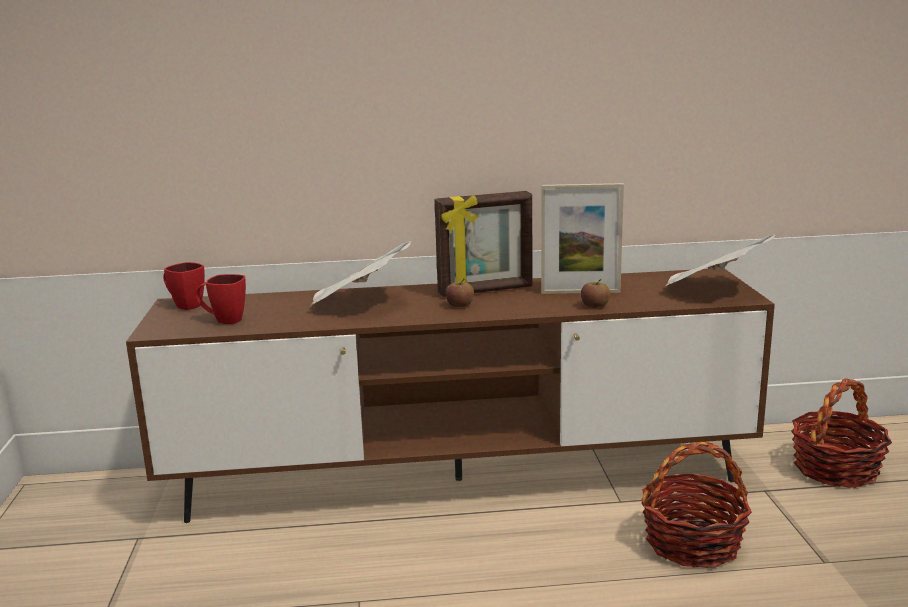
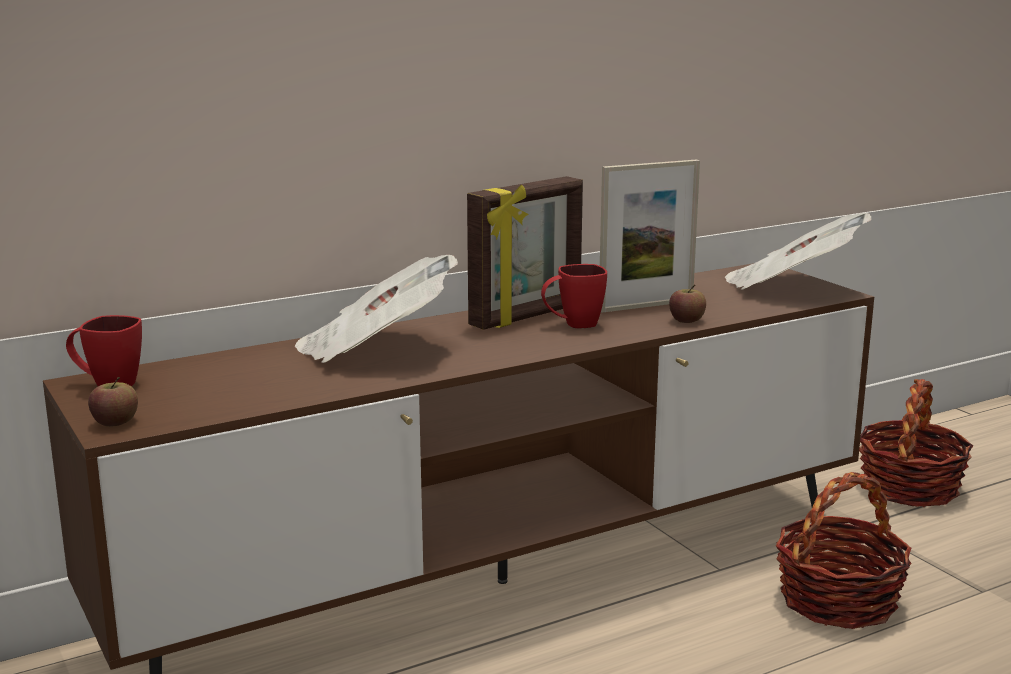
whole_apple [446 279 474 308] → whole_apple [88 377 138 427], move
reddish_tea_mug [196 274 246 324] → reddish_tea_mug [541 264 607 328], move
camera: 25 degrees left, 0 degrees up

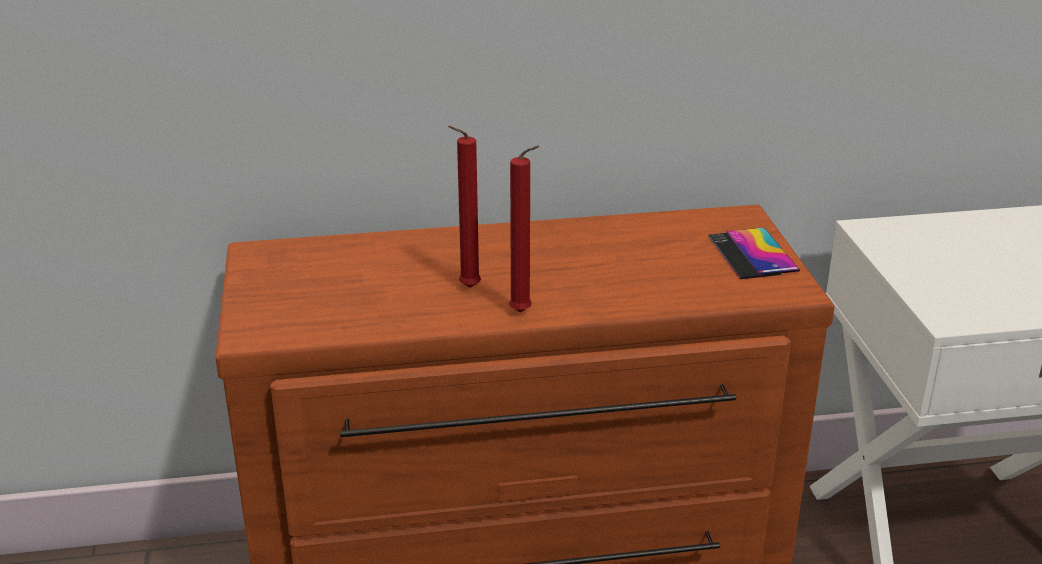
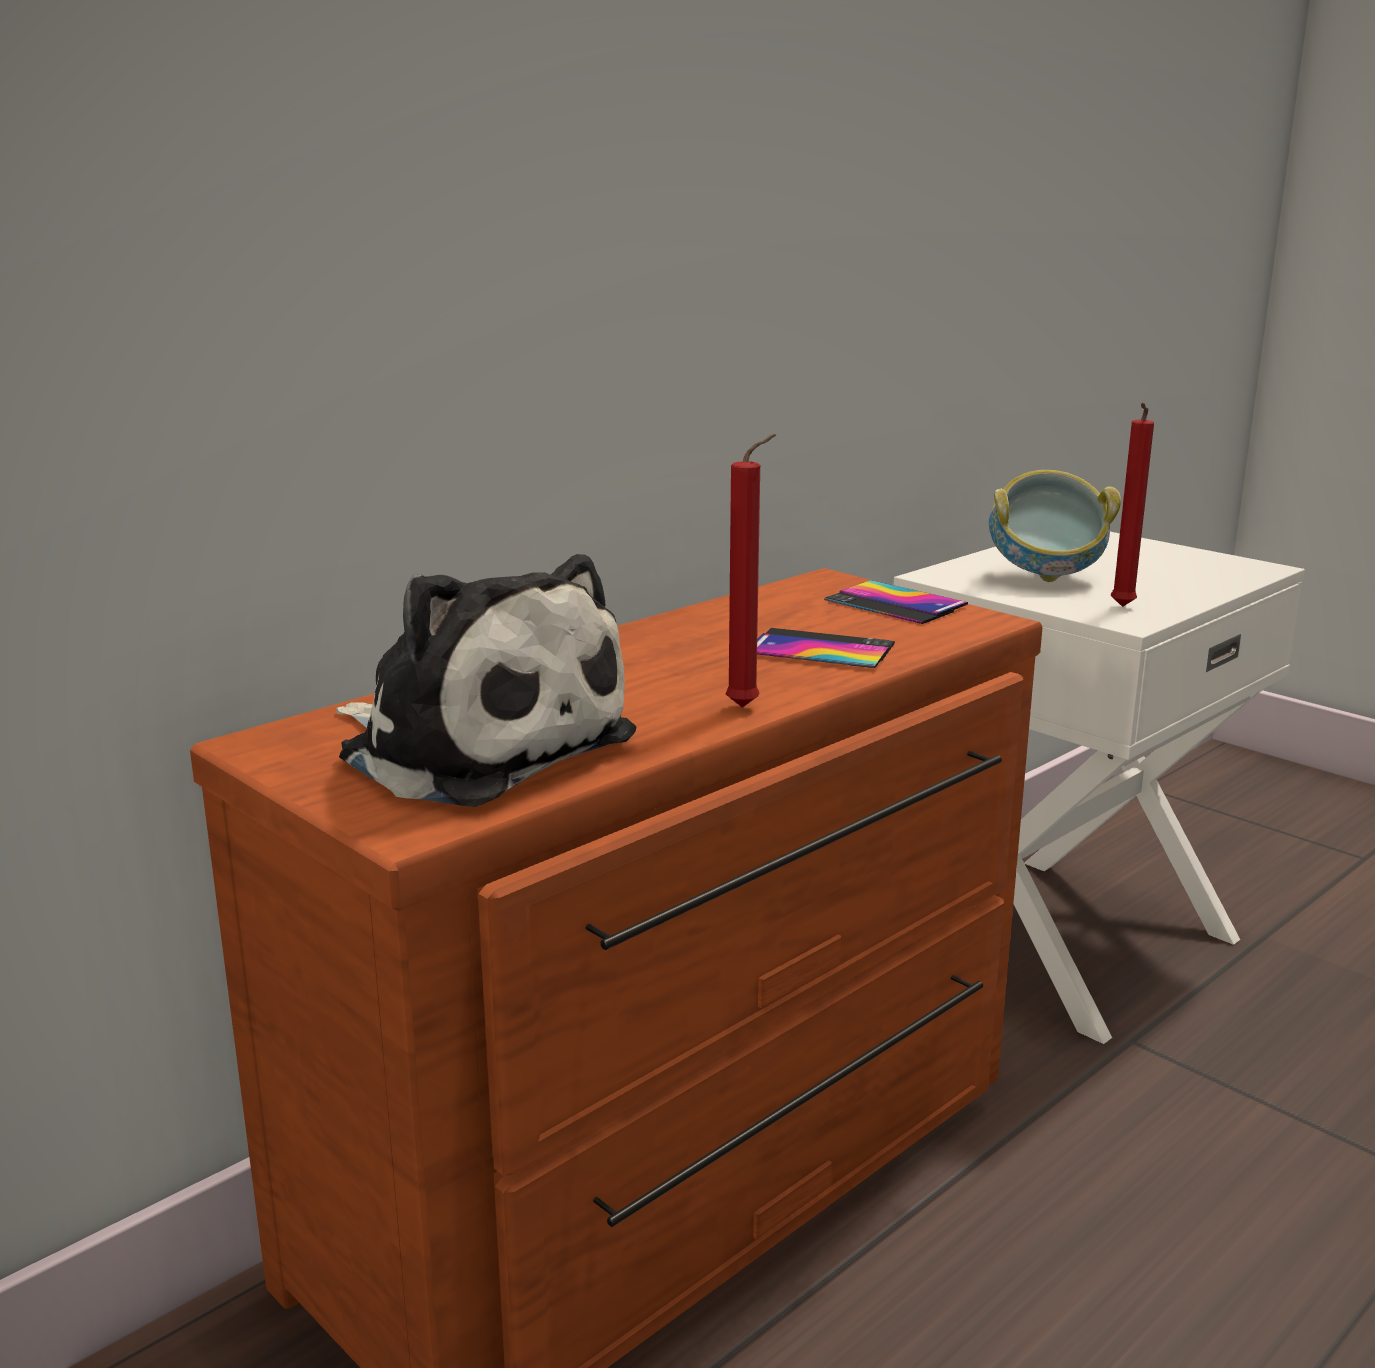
- → cuddly_toy [336 554 636 807]
- → telephone [757 628 895 668]
- → serving_bowl [989 470 1121 582]
reddish_wax_light [448 126 481 288] → reddish_wax_light [1111 403 1154 607], move
camera: 35 degrees left, 10 degrees down

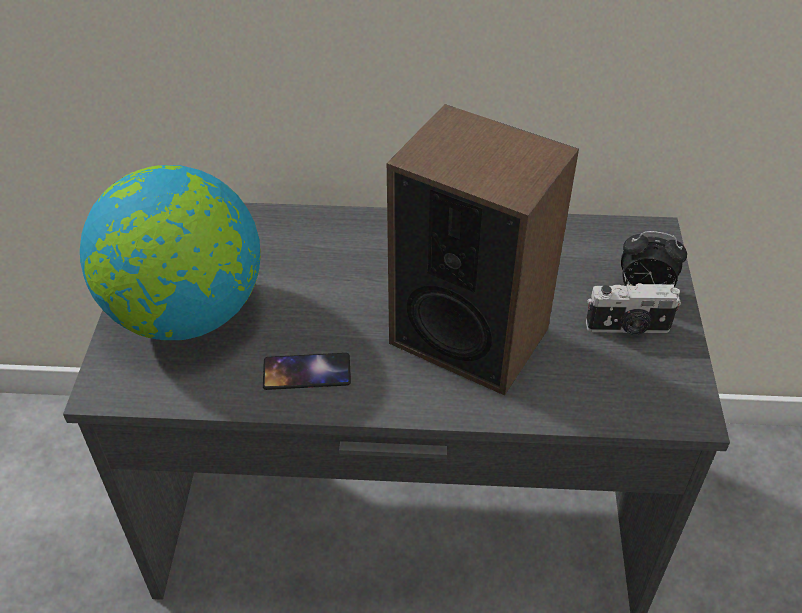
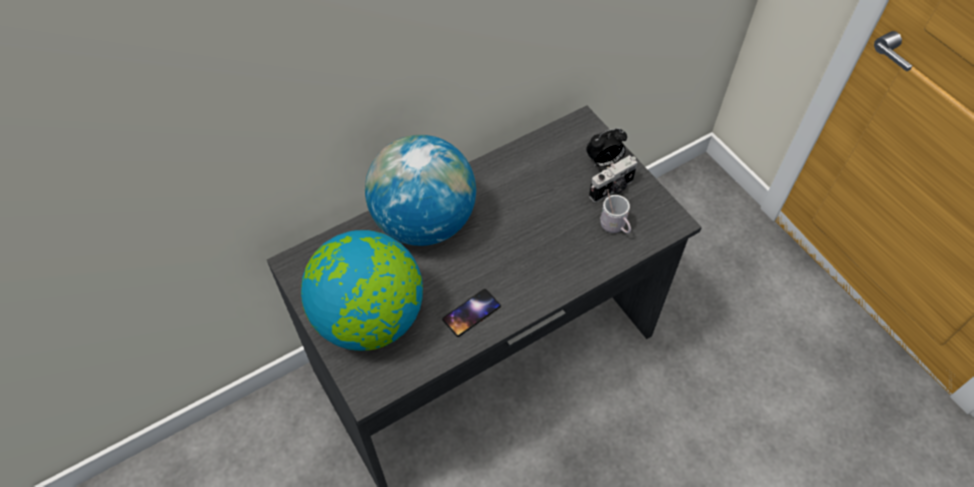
- → desk_globe [365 135 476 246]
- → white-coloured_tea_mug [600 189 631 233]
loudspeaker [387 104 579 395] → -
camera: 35 degrees left, 10 degrees up

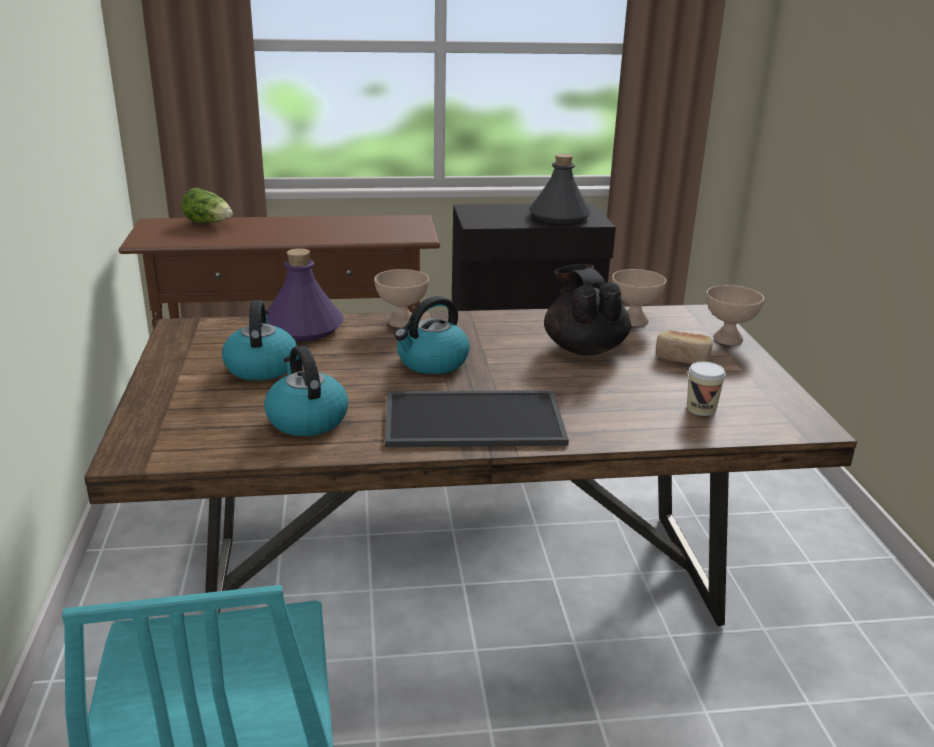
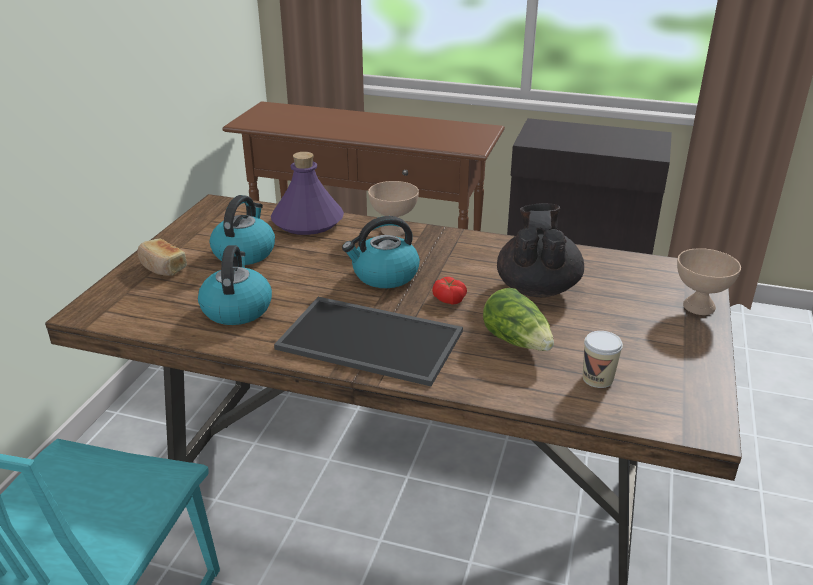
bread [656 330 713 364] → bread [137 239 187 276], move
- → fresh_tomato [432 277 467 305]
lettuce_head [181 188 233 223] → lettuce_head [483 288 554 351], move
grey_beverage_bottle [529 154 592 224] → -
beige_serving_bowl [612 269 666 327] → -
camera: 25 degrees right, 5 degrees up

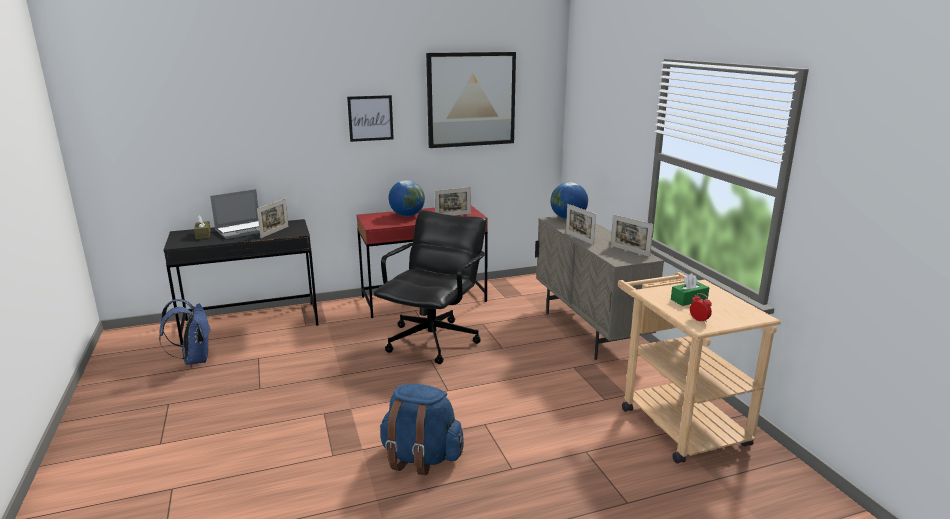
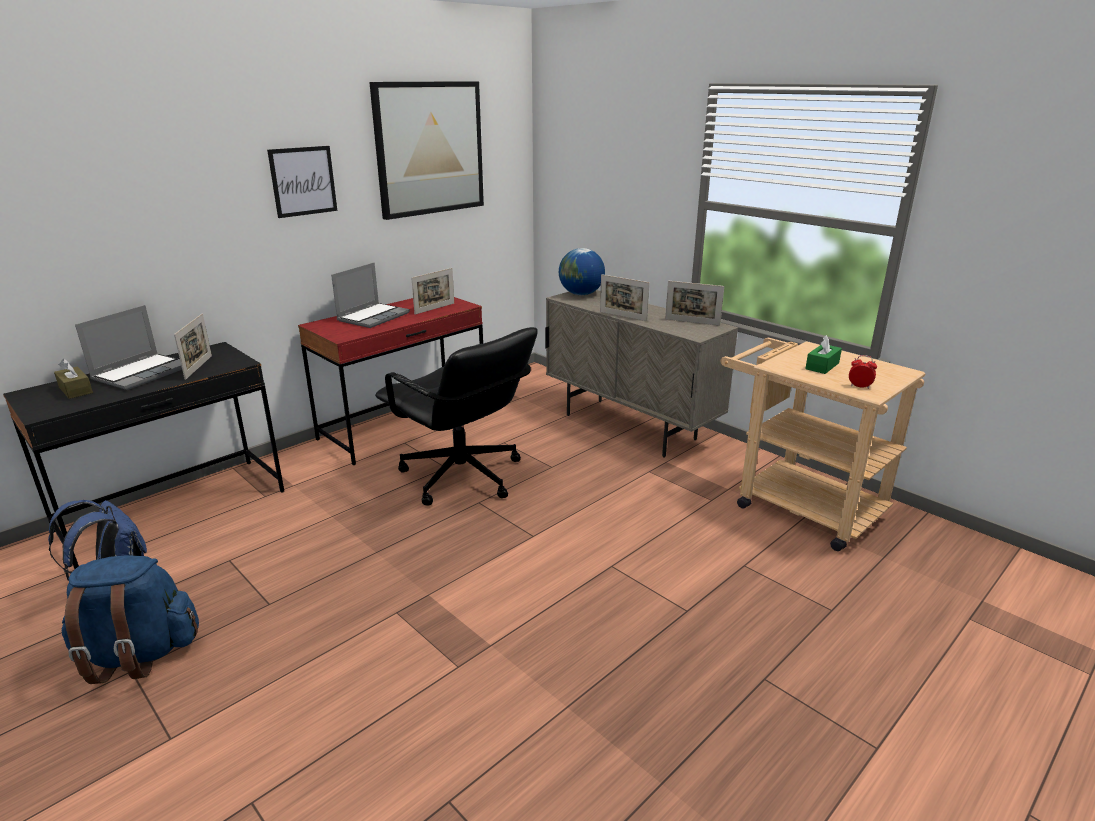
blue-coloured_backpack [380 384 464 475] → blue-coloured_backpack [62 555 199 684], move
desk_globe [388 180 425 217] → notebook_computer [331 263 410 328]
black_desk_chair [373 210 486 364] → black_desk_chair [375 327 538 506], 135 degrees clockwise
camera: 25 degrees left, 5 degrees up

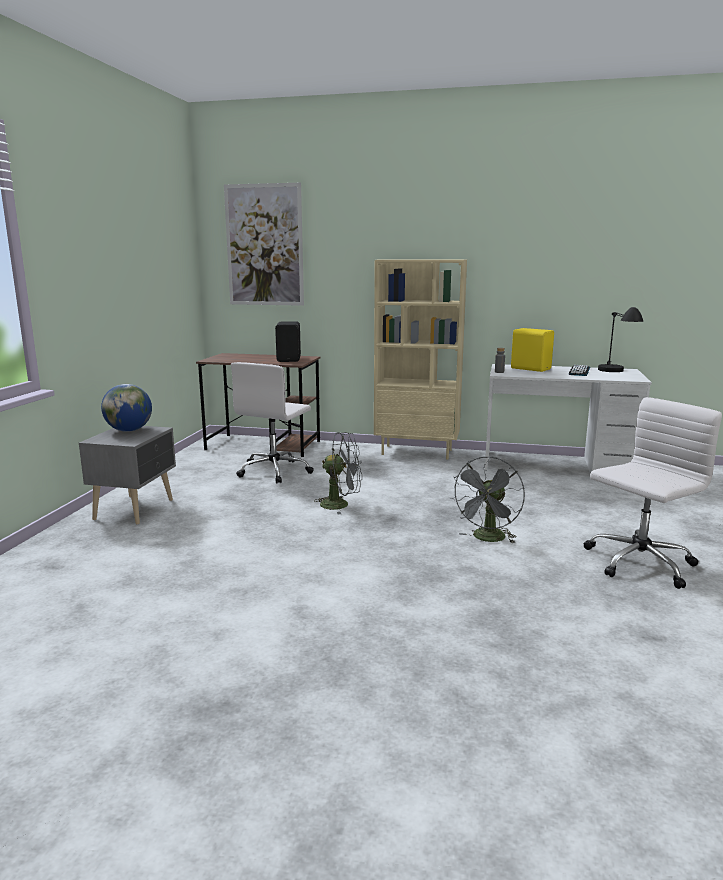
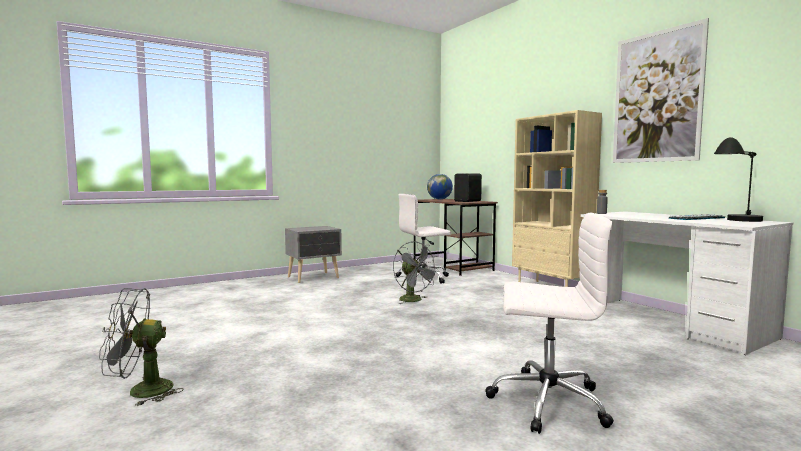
grey_fan [451 456 525 543] → grey_fan [99 288 184 406], move
desk_globe [101 384 152 432] → desk_globe [427 174 453 199], move
picture [224 183 304 306] → picture [613 18 709 163], move
yellow-coloured_loudspeaker [511 328 554 372] → -
camera: 45 degrees right, 10 degrees down

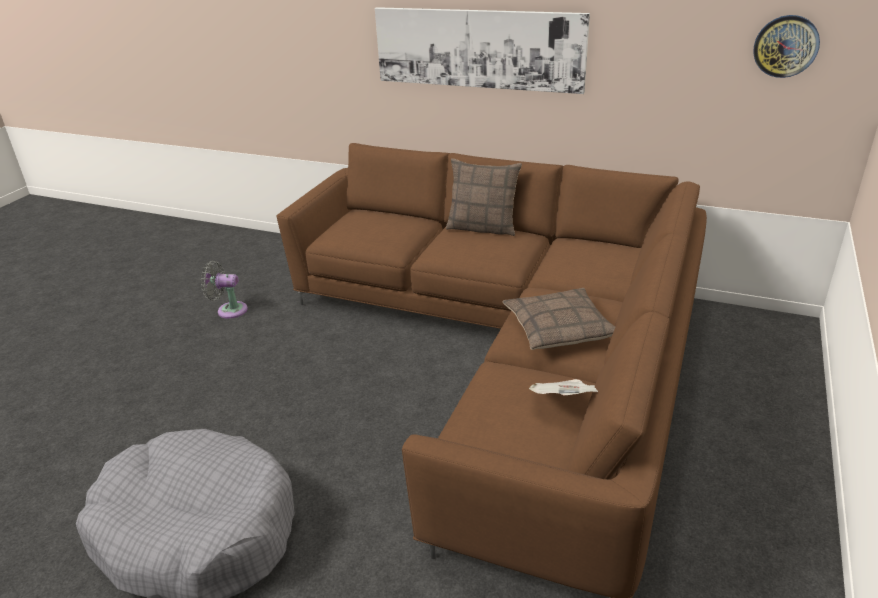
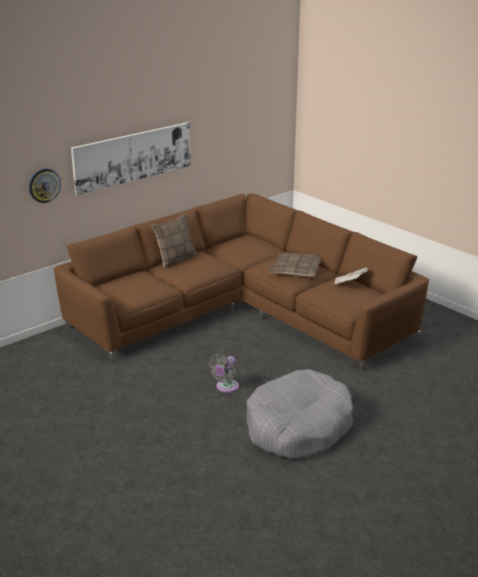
wall_clock [753 15 820 78] → wall_clock [29 169 61 203], move
grey_fan [201 261 248 319] → grey_fan [208 354 239 393], move
camera: 65 degrees left, 5 degrees down

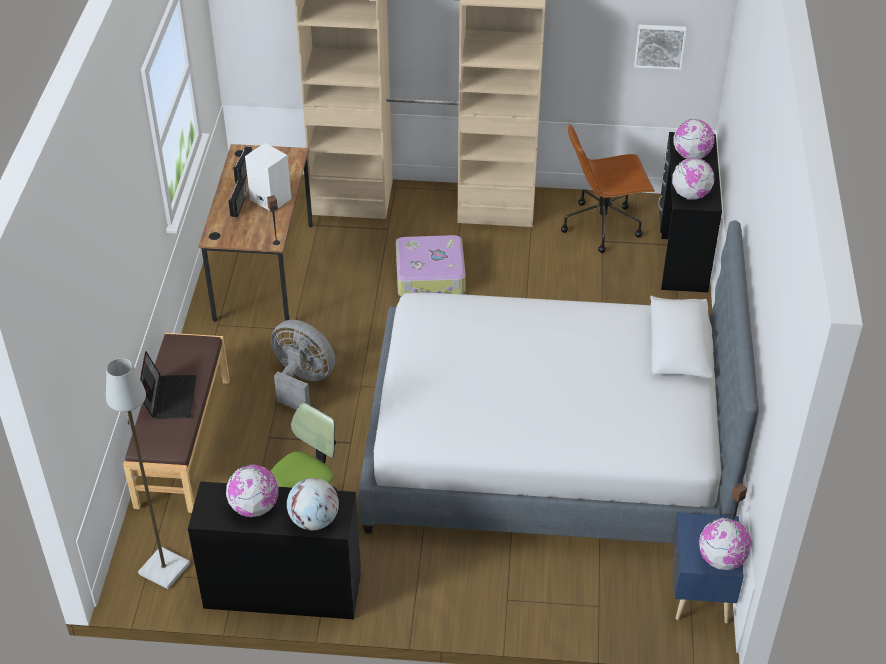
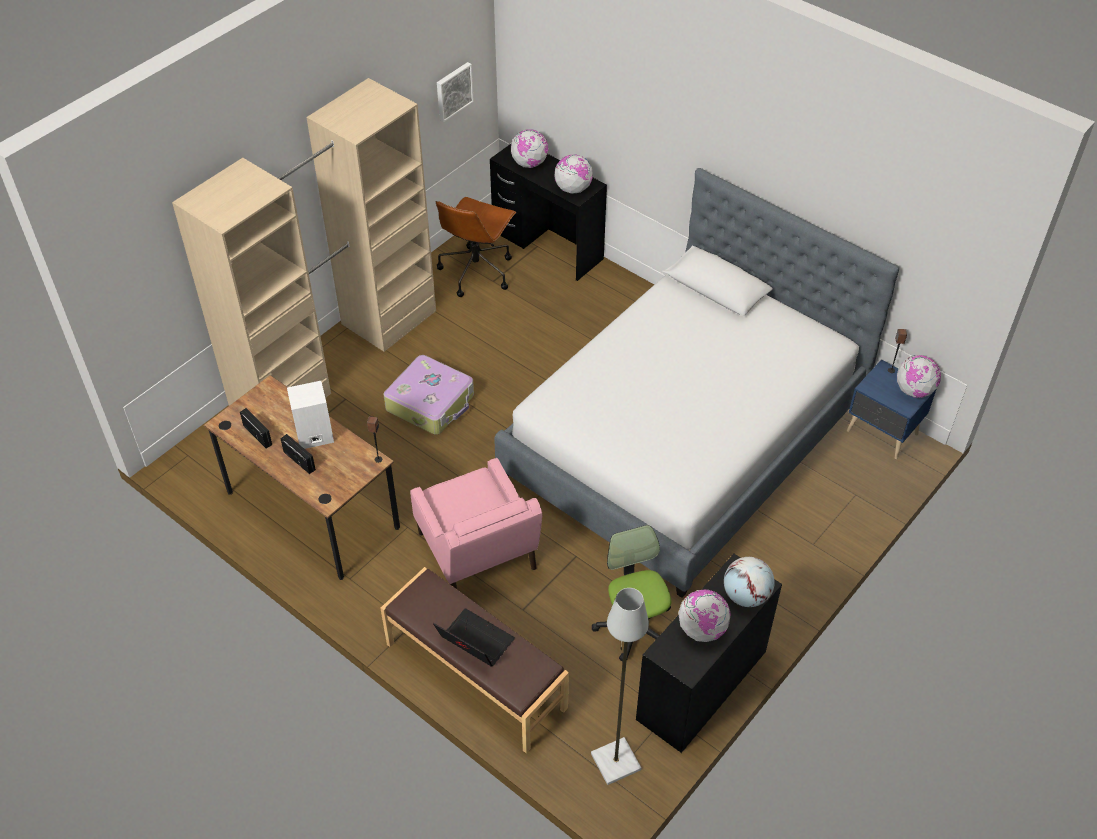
grey_fan [271 320 335 410] → pink-coloured_armchair [410 458 543 589]
camera: 55 degrees left, 5 degrees up

